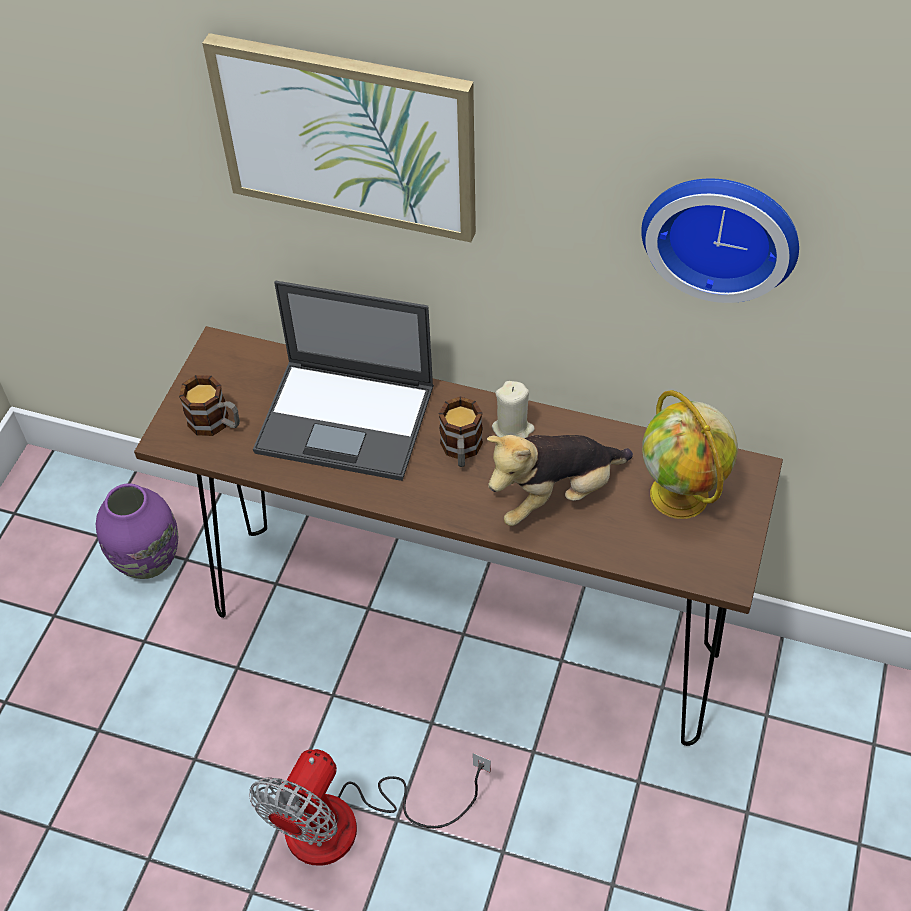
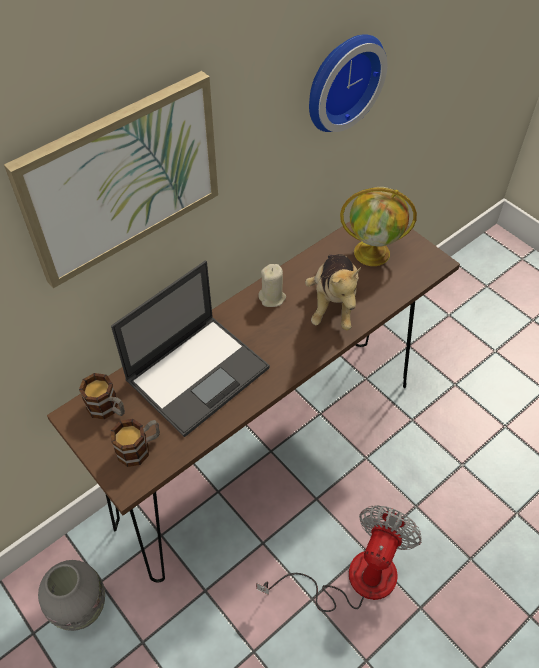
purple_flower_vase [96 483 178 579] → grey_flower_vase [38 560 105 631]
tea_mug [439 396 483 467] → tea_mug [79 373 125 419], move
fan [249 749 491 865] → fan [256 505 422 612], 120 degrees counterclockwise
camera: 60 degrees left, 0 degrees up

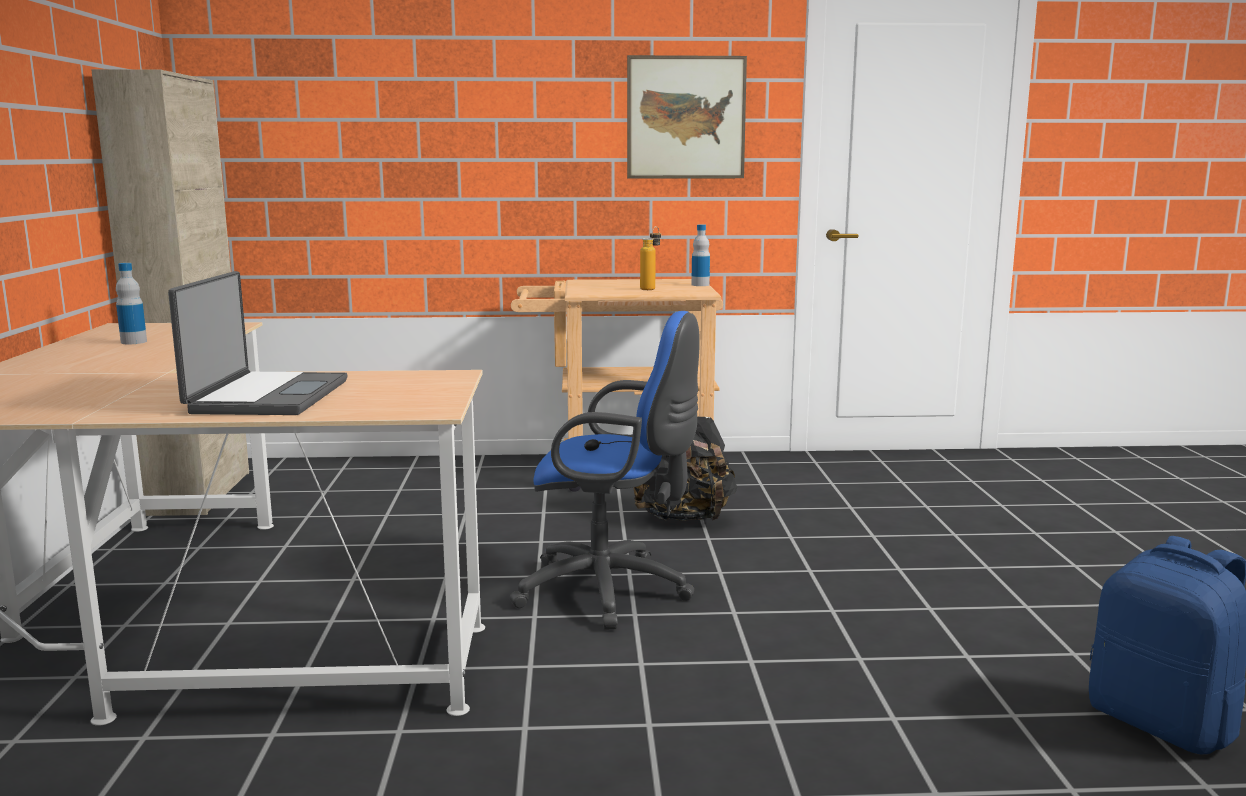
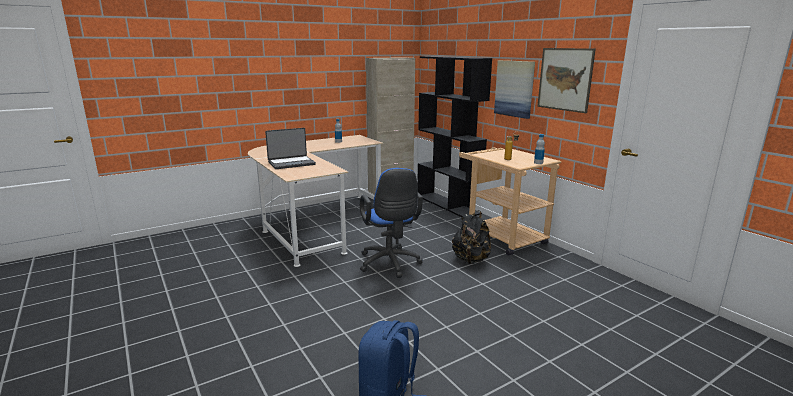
- → black_bookshelf [417 56 492 217]
- → picture [494 60 535 119]
camera: 60 degrees right, 5 degrees up

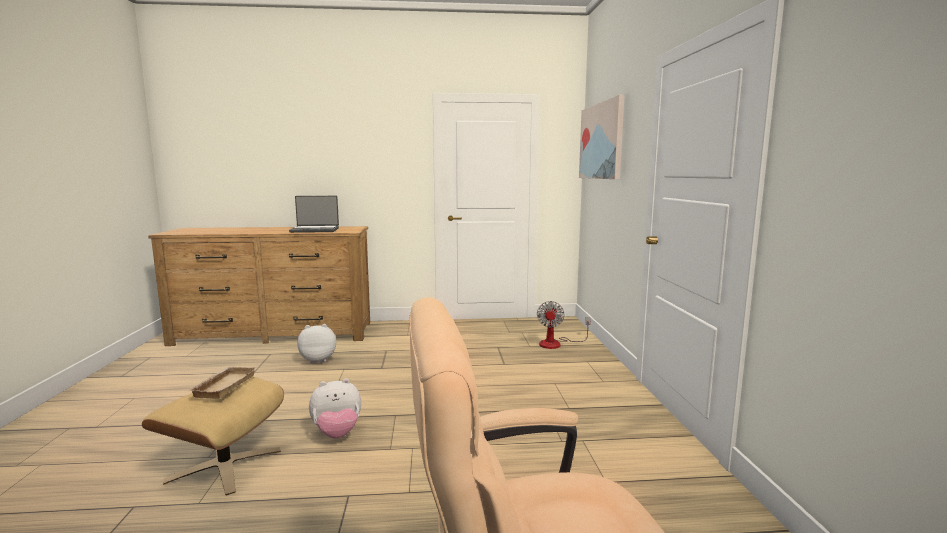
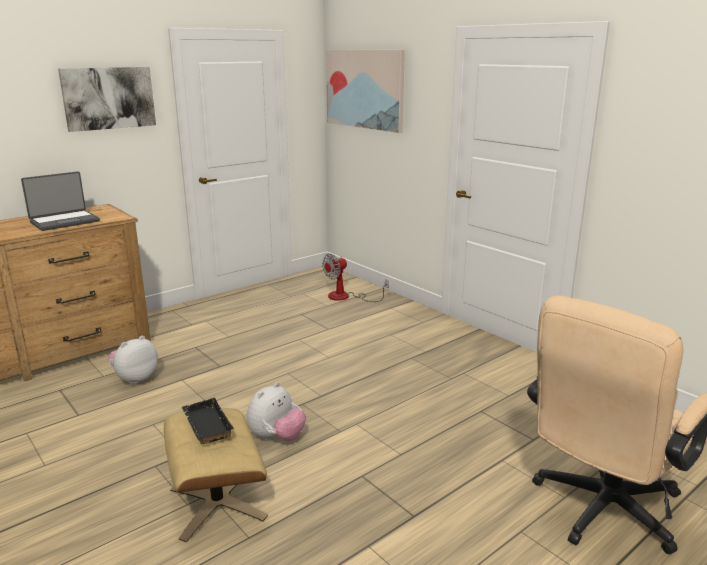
- → picture [58 67 156 132]
beige_carrying_tray [187 367 256 399] → black_carrying_tray [182 398 234 444]
fan [537 301 591 349] → fan [322 254 389 302], 75 degrees clockwise
camera: 35 degrees left, 10 degrees up

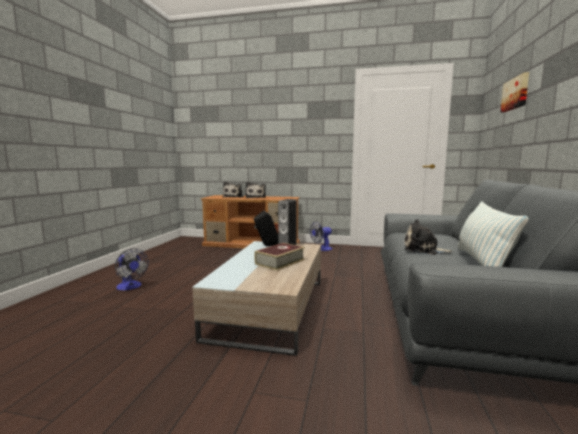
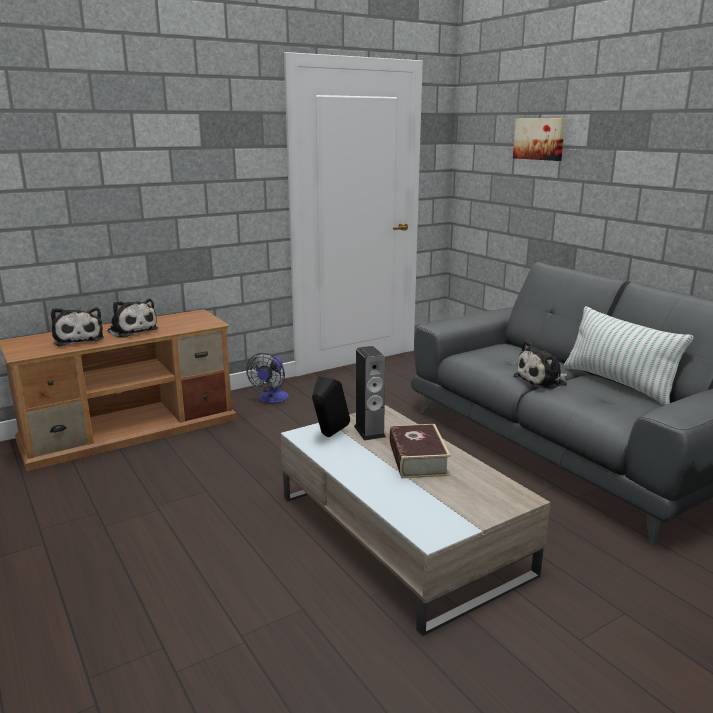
fan [115 248 149 290] → -
camera: 45 degrees left, 10 degrees up

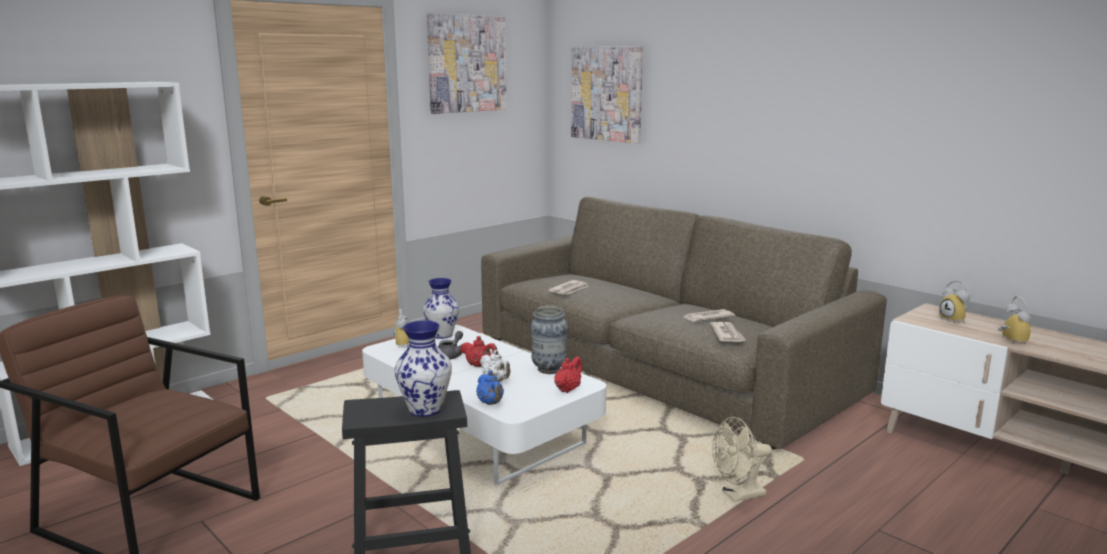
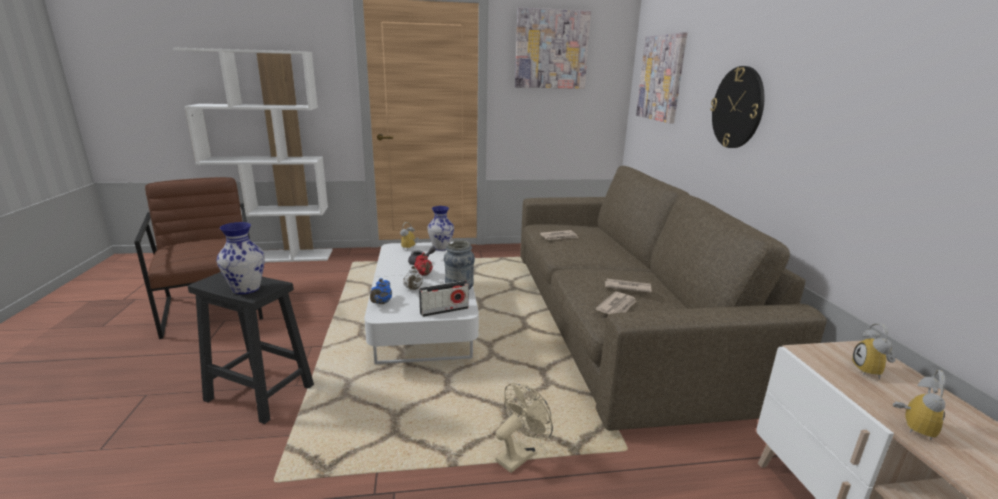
reddish_teapot [554 356 582 393] → radio_receiver [419 281 469 317]
beige_fan [712 417 772 502] → beige_fan [495 383 553 473], 120 degrees clockwise
- → wall_clock [710 66 765 148]
camera: 35 degrees right, 5 degrees up

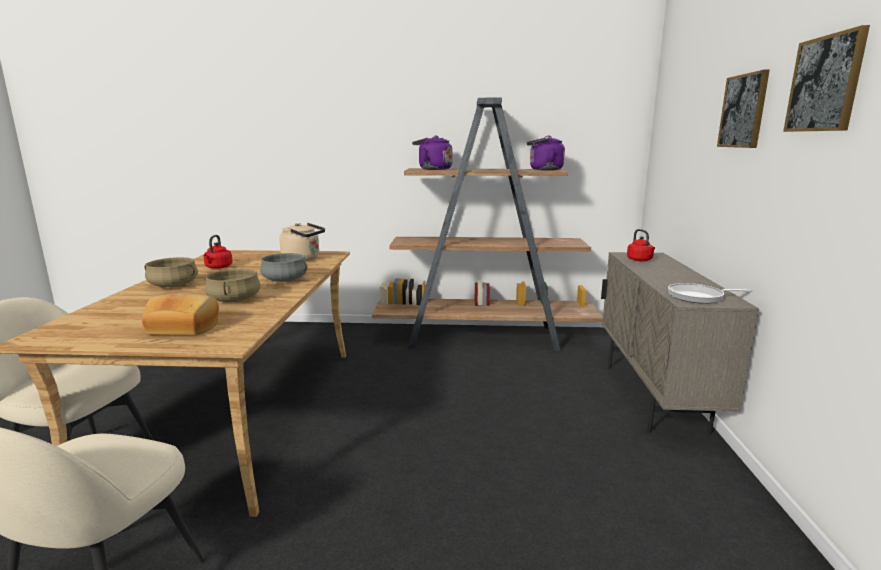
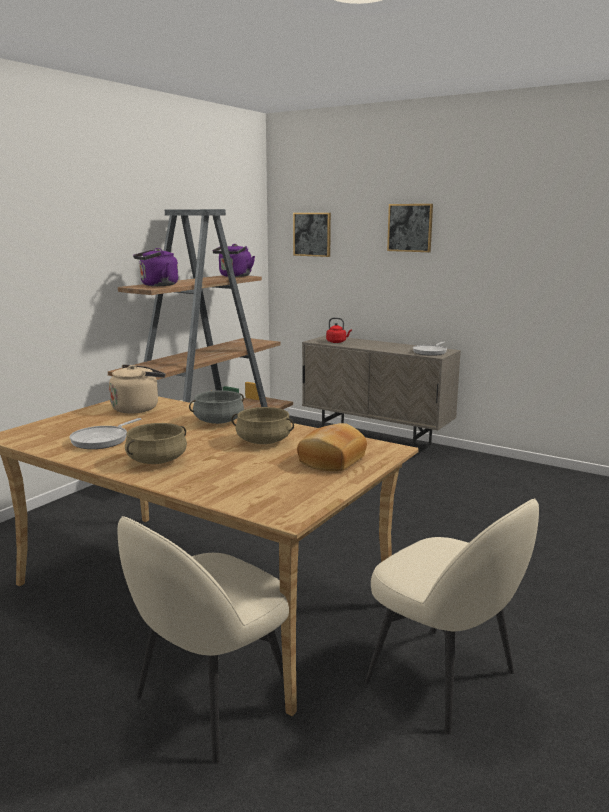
reddish_water_kettle [204 235 233 269] → frying_pan [70 418 142 449]
picture [783 25 870 132] → picture [293 213 331 257], move
camera: 60 degrees left, 0 degrees up

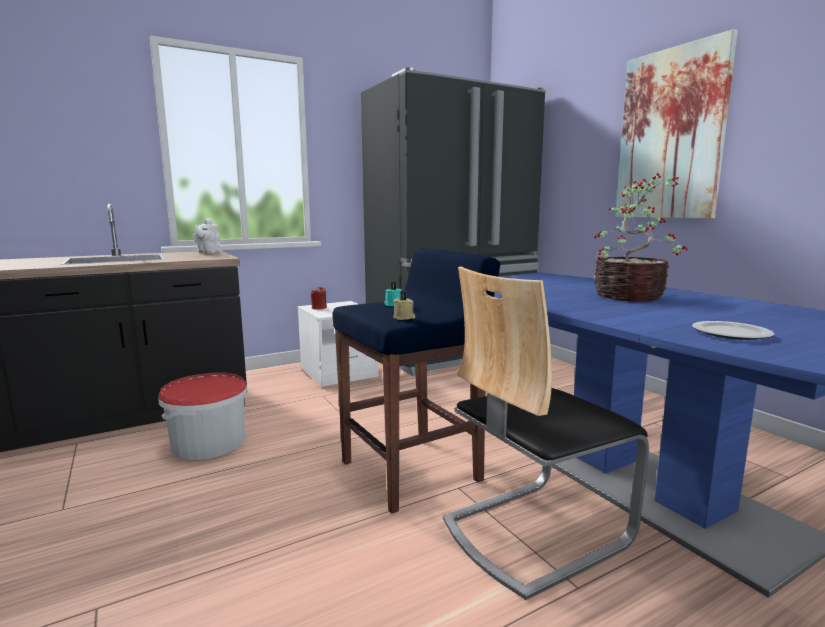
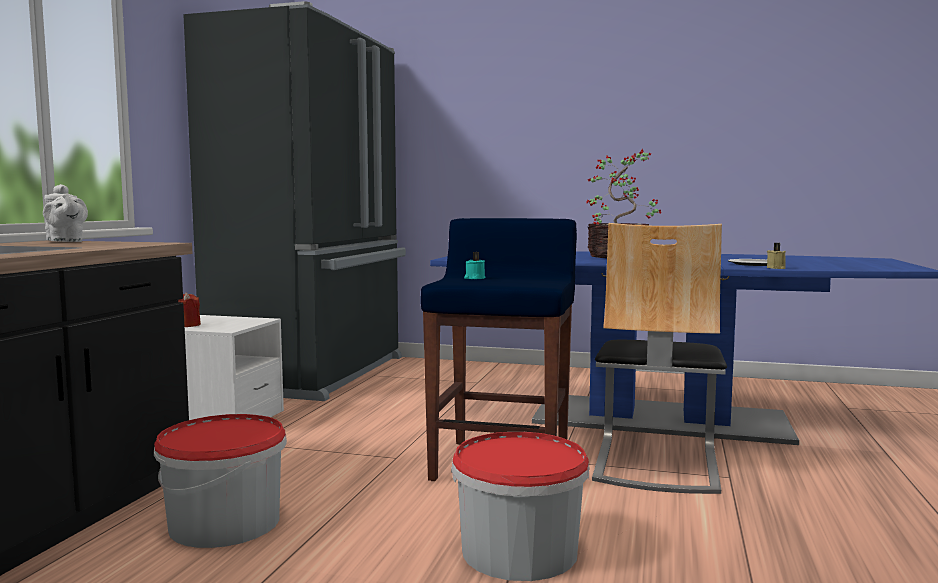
- → water_bucket [451 432 590 581]
beige_wax_light [393 291 415 320] → beige_wax_light [767 243 786 269], move
picture [615 29 738 219] → -
camera: 45 degrees left, 5 degrees down

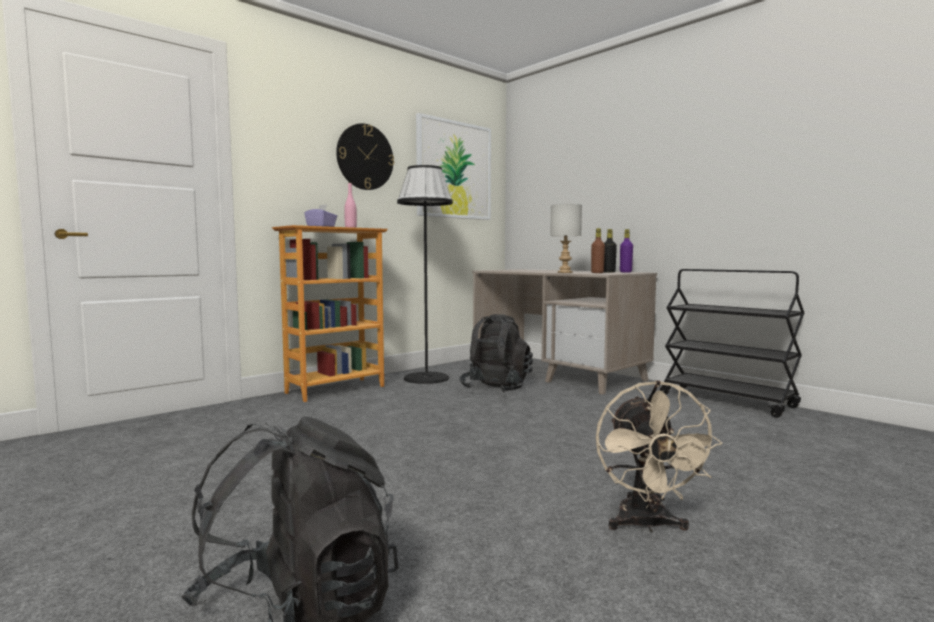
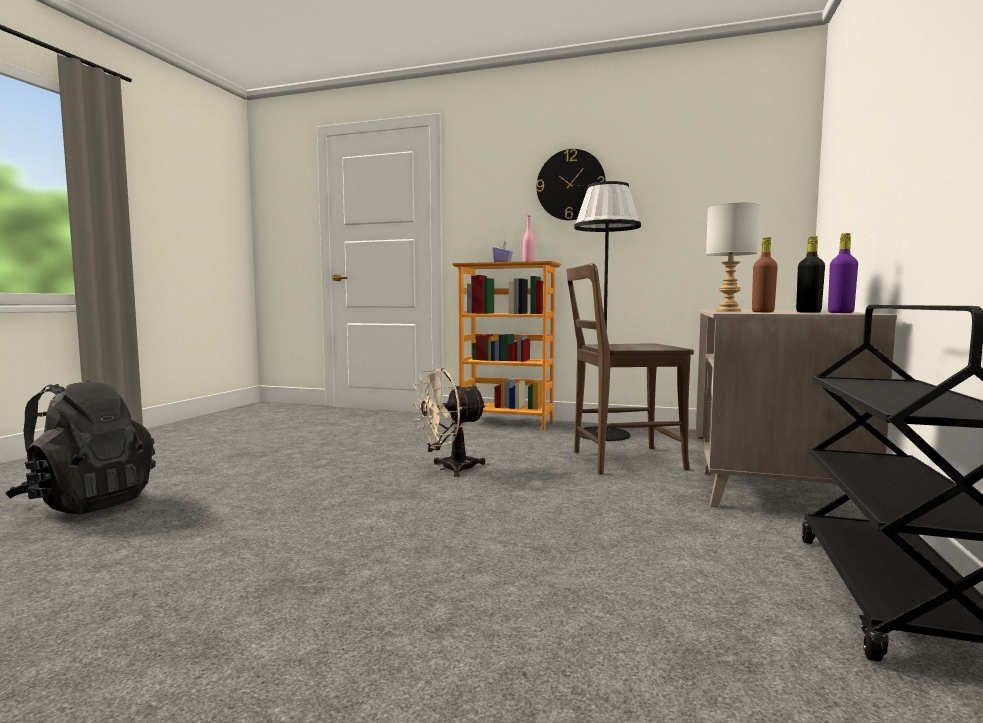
beige_fan [596 380 723 533] → beige_fan [412 368 487 477], move
black_backpack [460 314 533 392] → brown_plain_chair [566 263 694 474]
picture [416 113 491 220] → -
camera: 60 degrees right, 0 degrees up

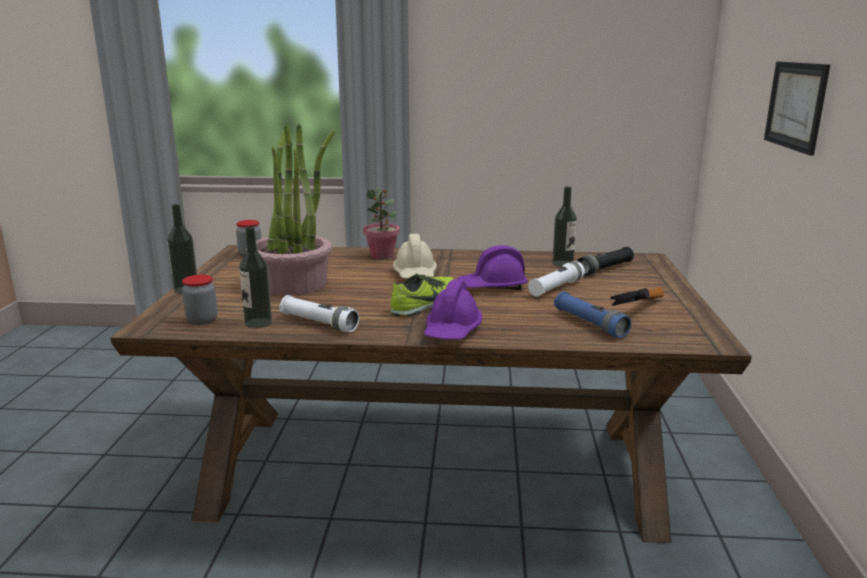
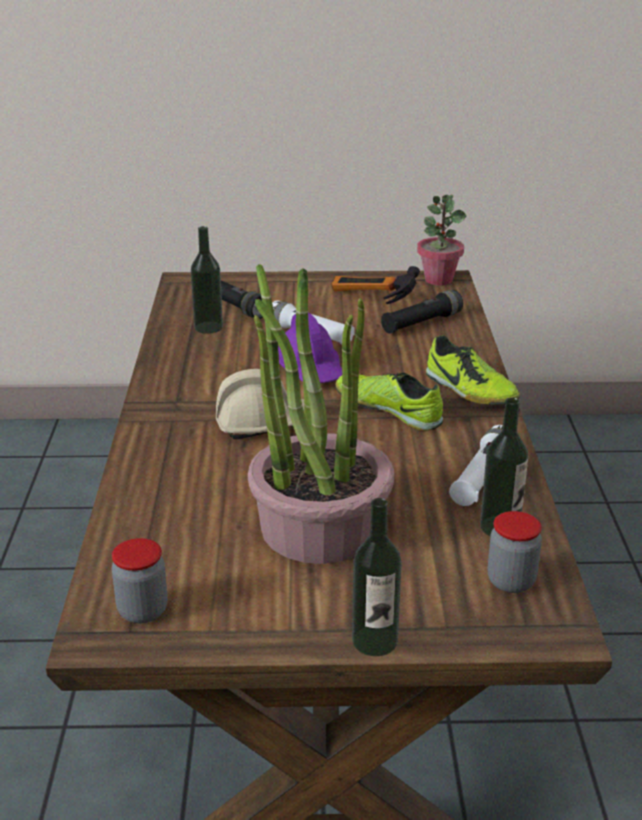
blue-coloured_torch [554 292 631 338] → black_torch [381 290 463 334]
plant_in_a_pot [363 187 400 259] → plant_in_a_pot [417 195 466 286], move
purple_hard_hat [424 280 482 340] → shoe [426 335 520 405]
picture [764 61 830 156] → -
camera: 95 degrees left, 10 degrees up

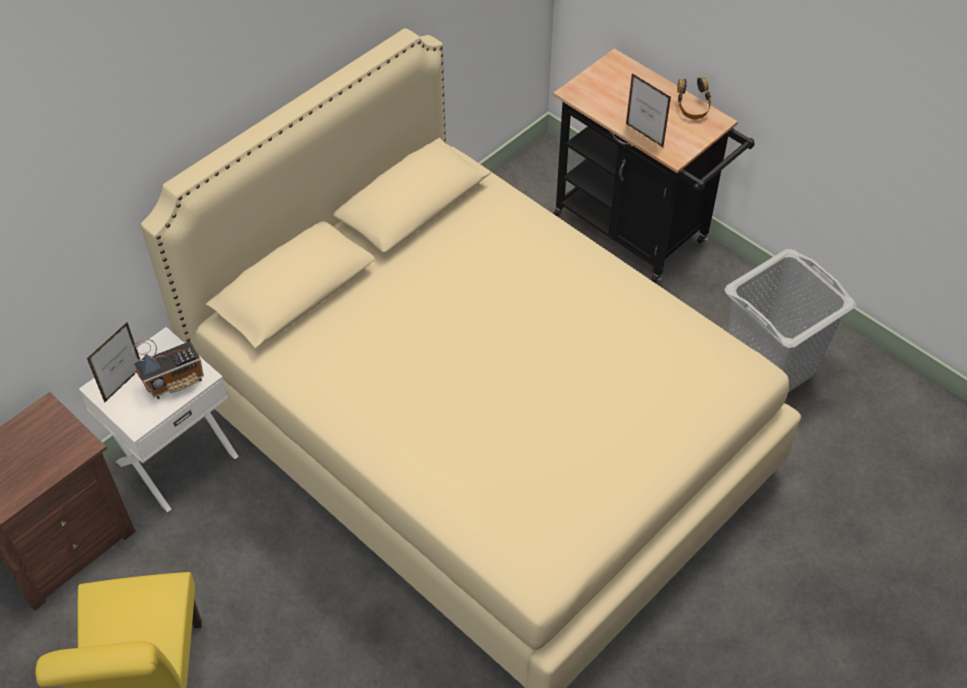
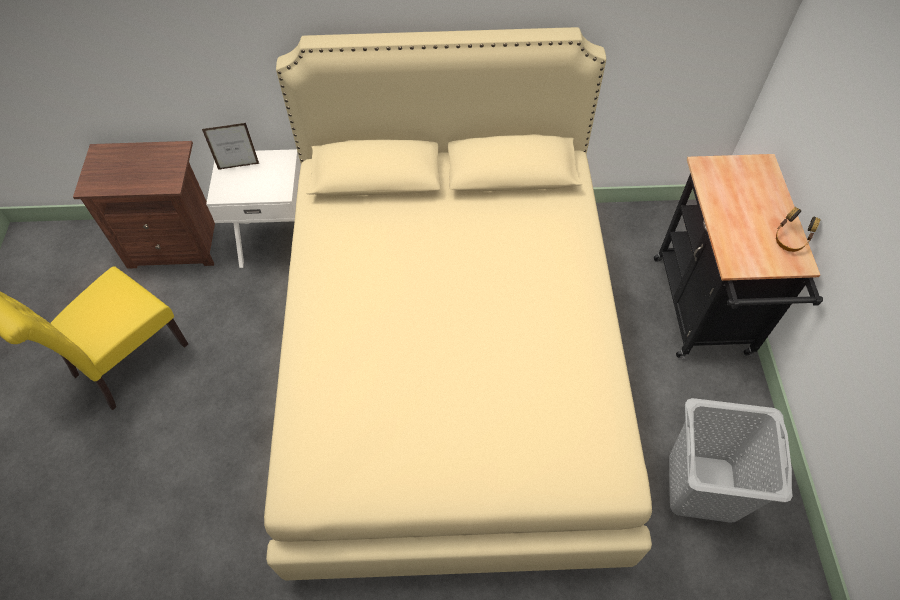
radio_receiver [132 339 204 399] → -
standing_frame [626 73 671 148] → -
camera: 45 degrees right, 5 degrees up

